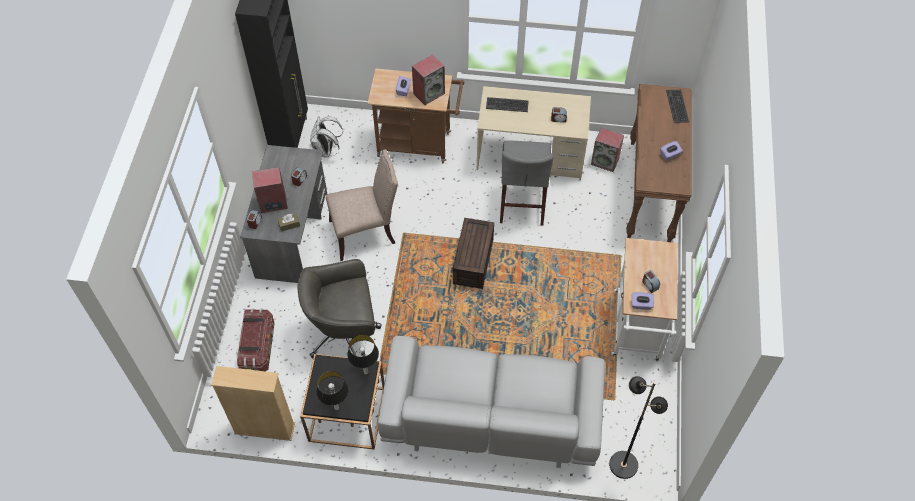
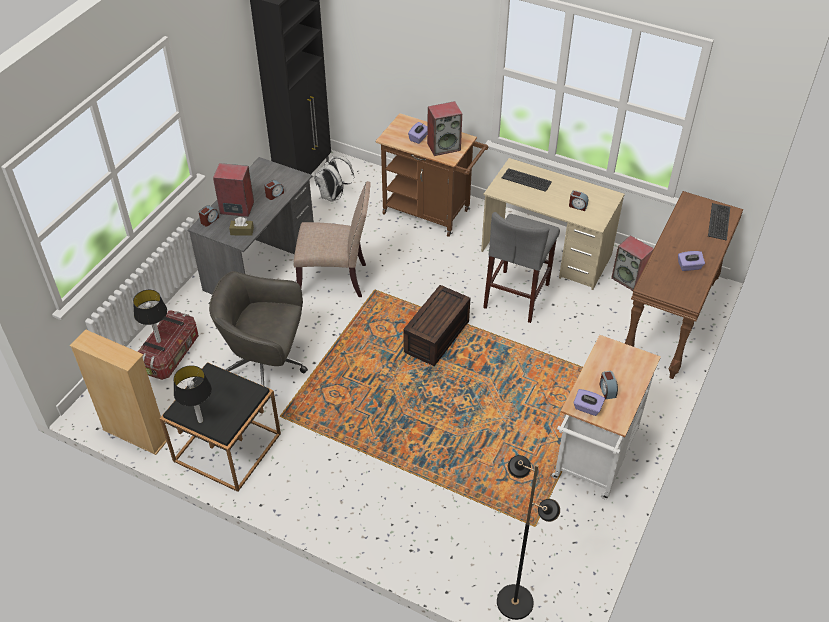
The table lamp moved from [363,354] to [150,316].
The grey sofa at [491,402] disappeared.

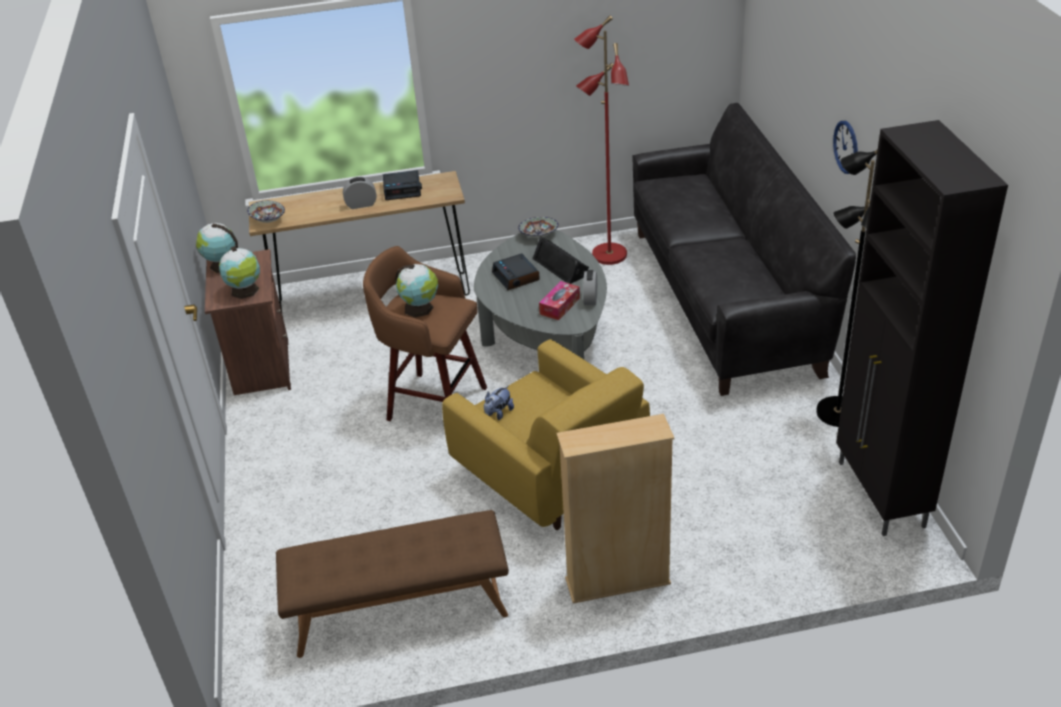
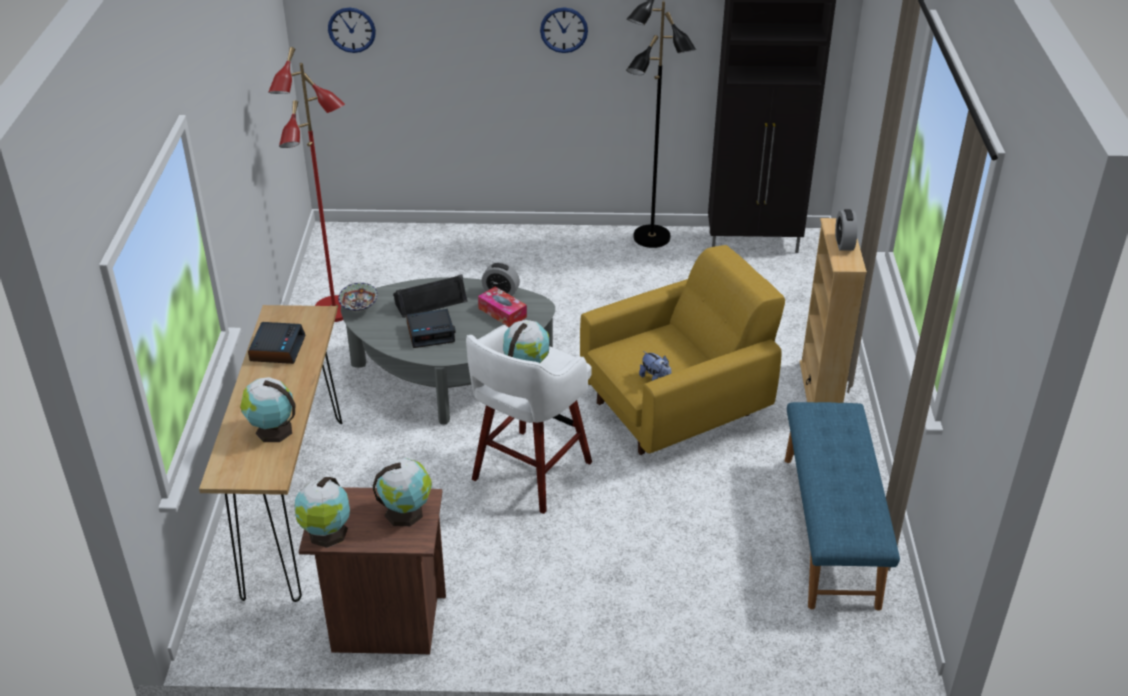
The globe at [267,409] appeared.
The wall clock at [352,30] appeared.
The brown stool at [425,333] became the white stool at [529,419].
The brown bench at [392,584] became the blue bench at [842,506].
The alarm clock moved from [359,193] to [846,229].
The bowl at [266,212] disappeared.
The black sofa at [744,249] disappeared.

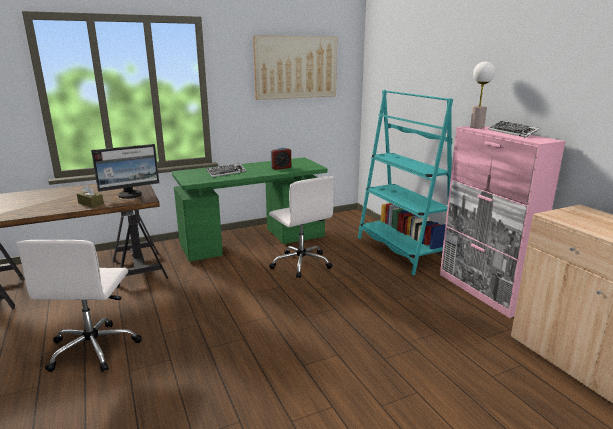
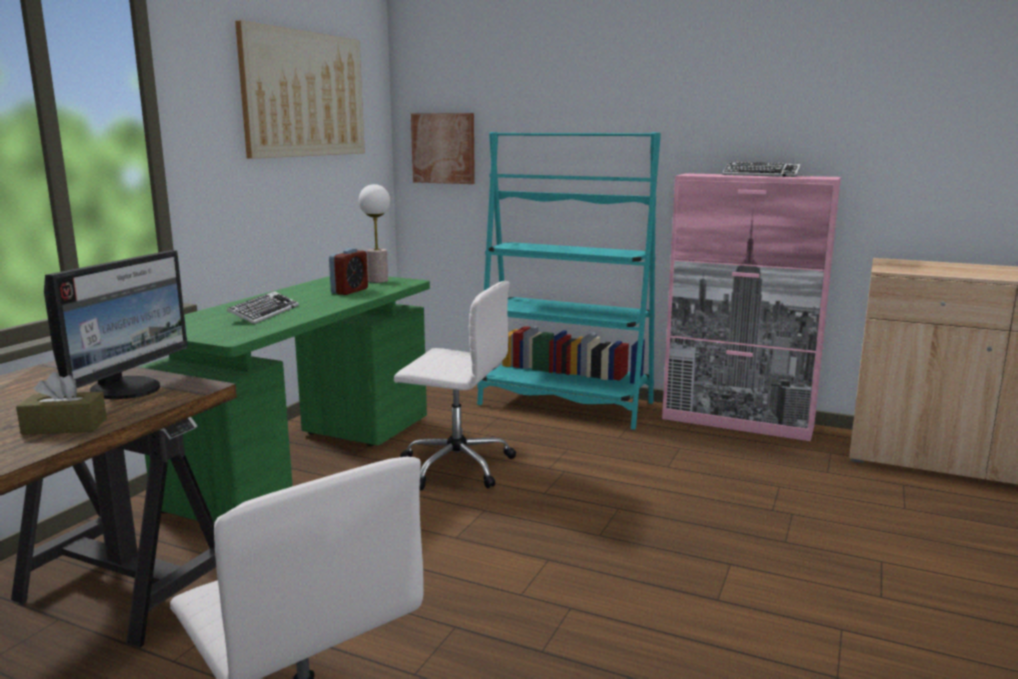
The table lamp moved from [482,95] to [374,233].
The picture at [443,148] appeared.

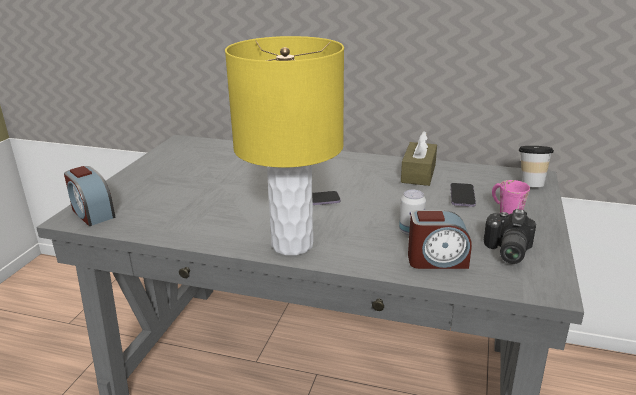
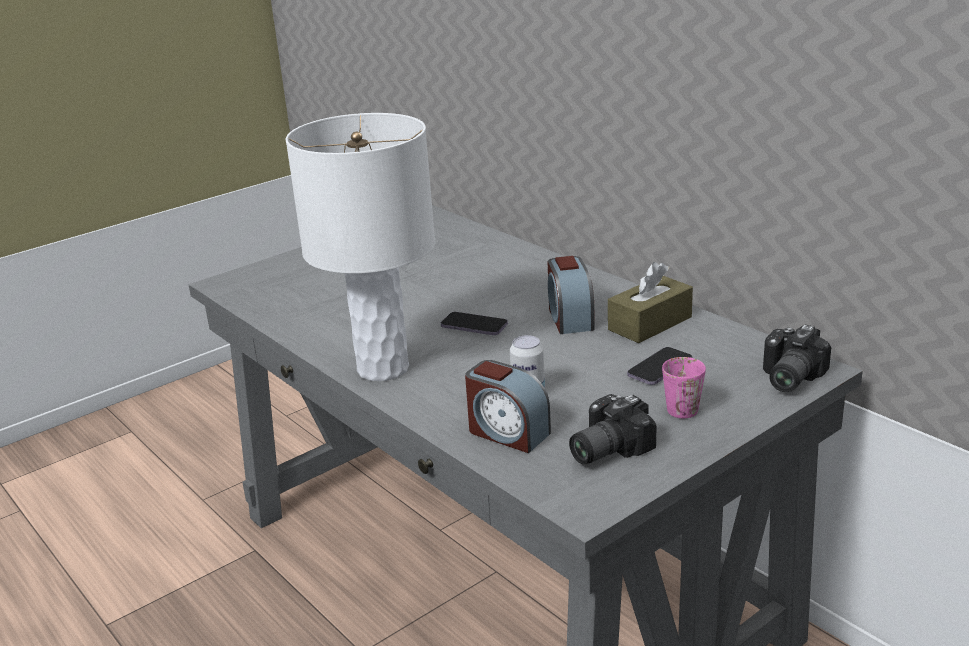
The yellow table lamp at [284,145] became the white table lamp at [360,247].
The alarm clock moved from [89,196] to [571,295].
The cup at [536,166] was replaced by the photo camera at [797,358].

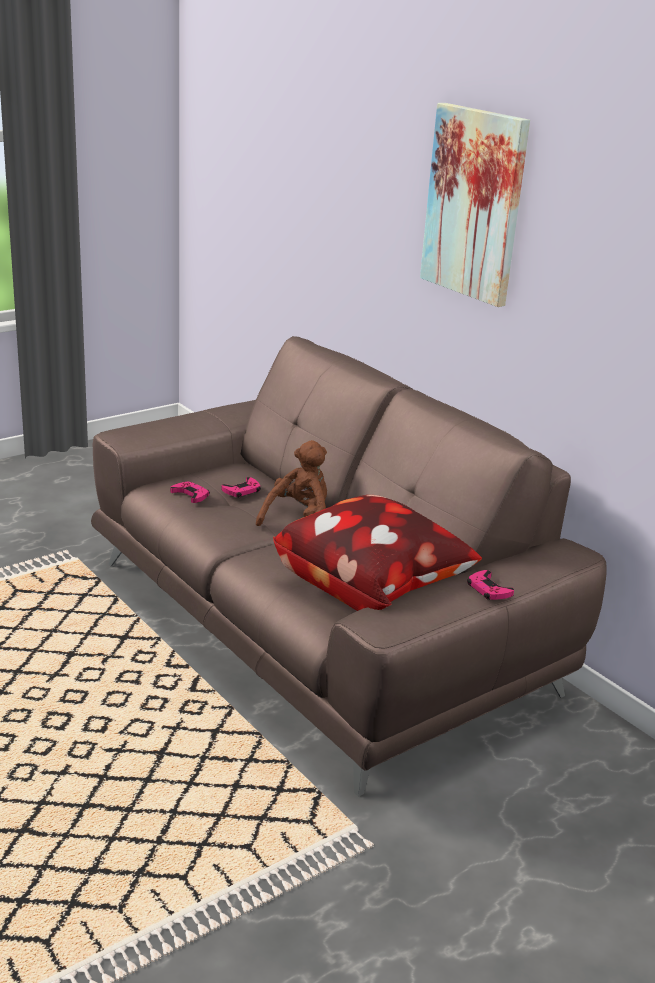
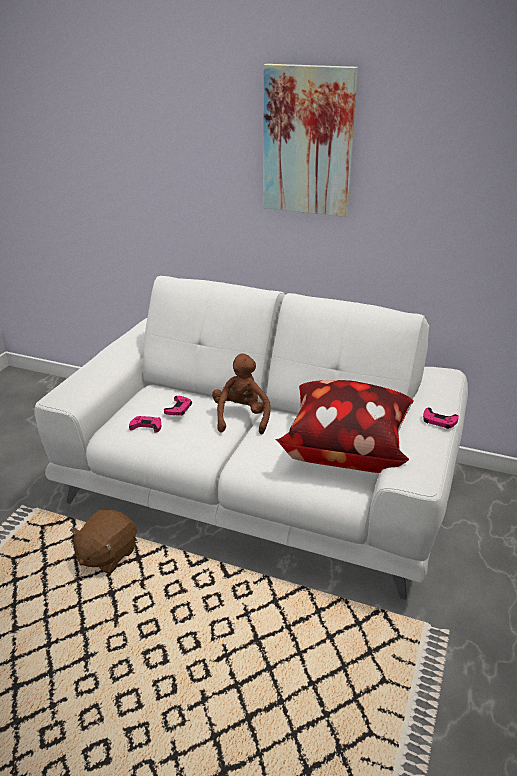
The brown sofa at [349,566] became the white sofa at [251,438].
The brown plush toy at [103,542] appeared.

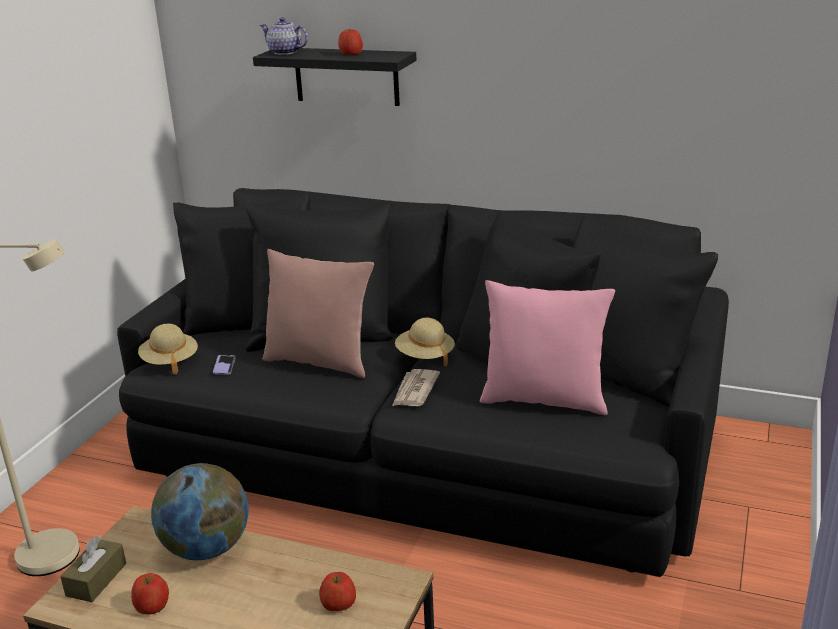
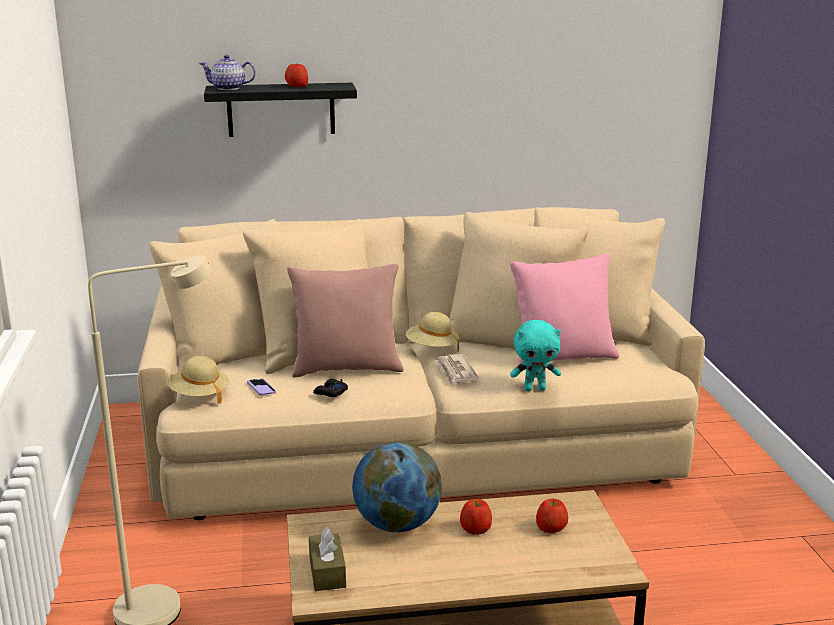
The black sofa at [423,382] became the beige sofa at [421,363].
The black game controller at [330,388] appeared.
The apple moved from [150,594] to [476,517].
The turquoise plush toy at [535,355] appeared.

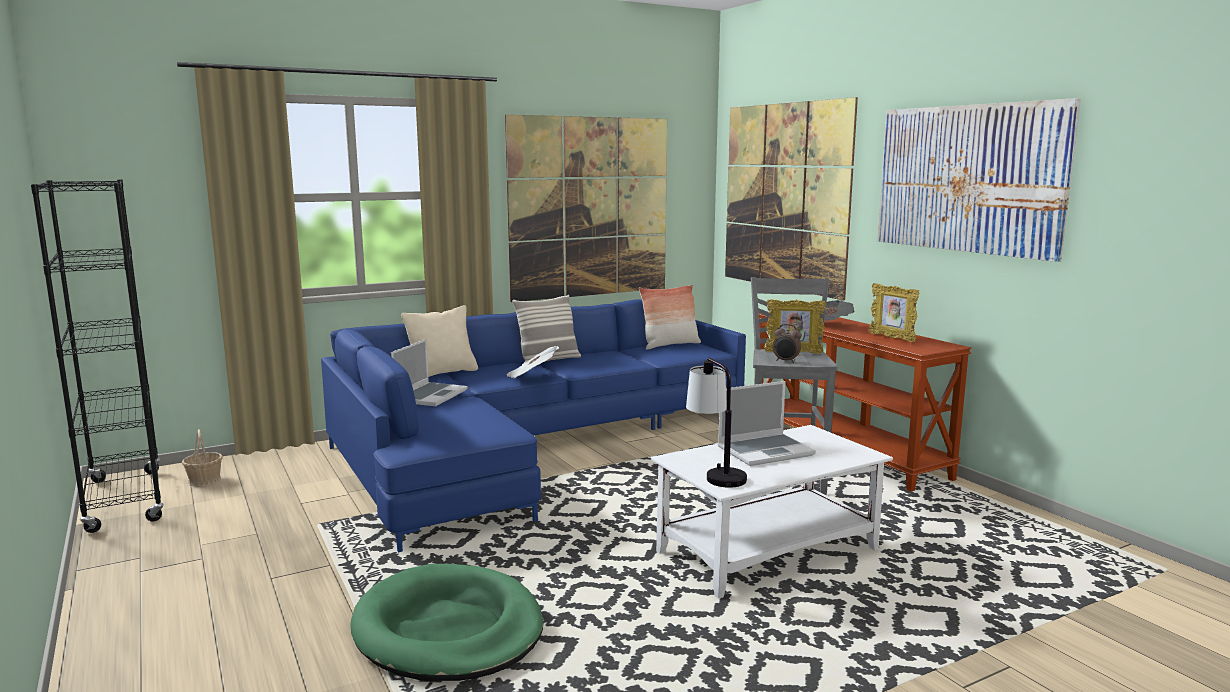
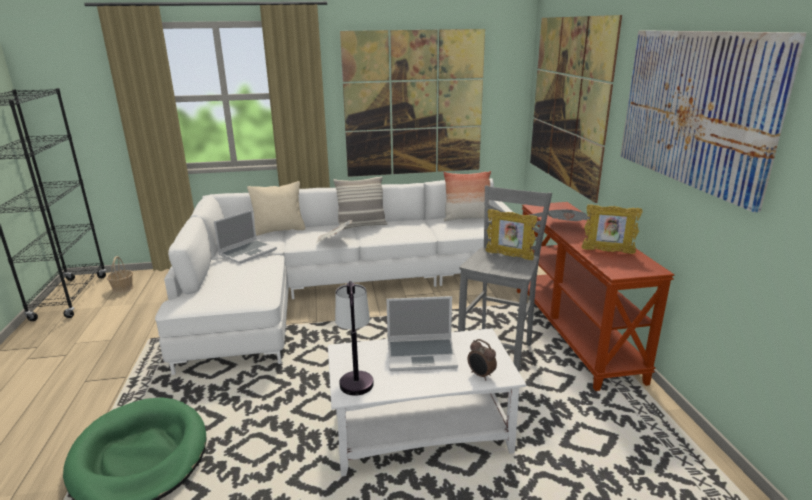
The blue sofa at [533,426] became the white sofa at [334,276].
The alarm clock moved from [787,343] to [482,359].
The picture frame at [894,312] turned 60 degrees counterclockwise.

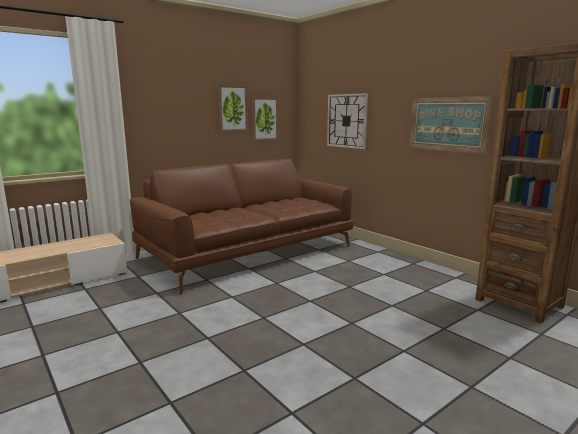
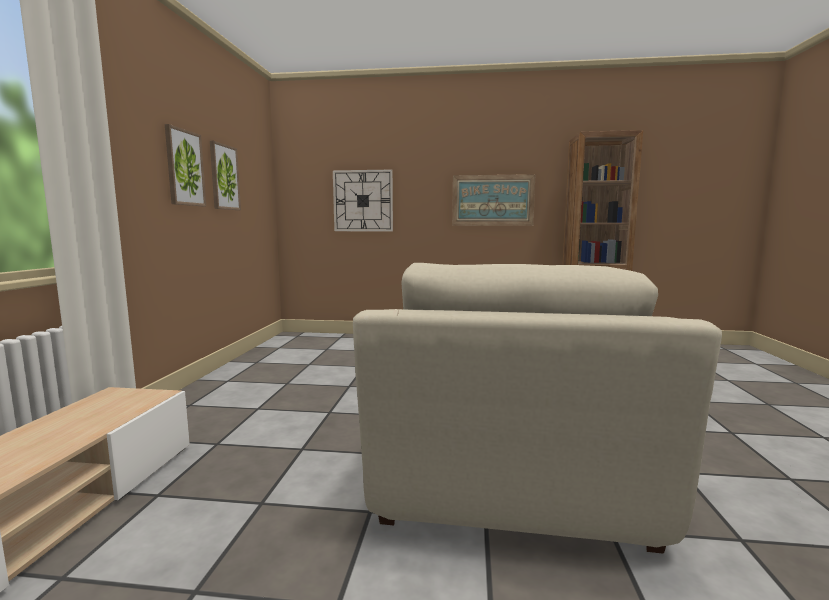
The picture moved from [265,119] to [185,165].
The beige armchair at [537,408] appeared.
The brown sofa at [242,227] disappeared.

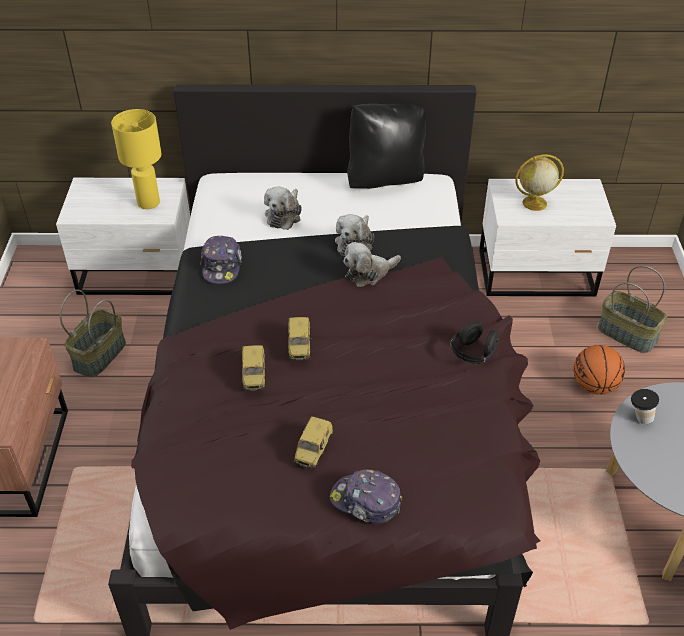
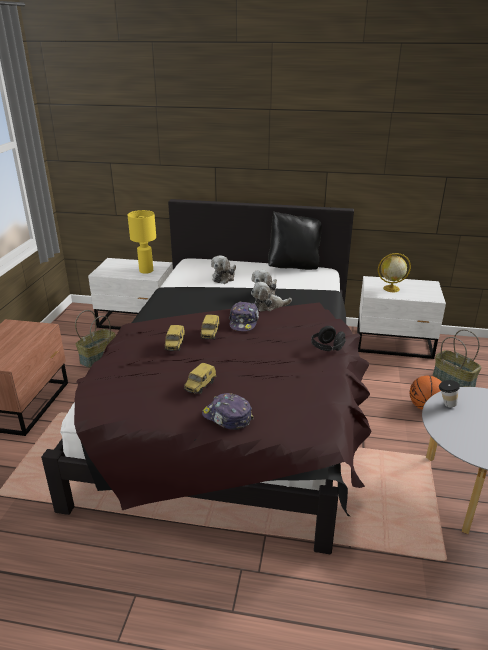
The cap moved from [221,260] to [244,316].

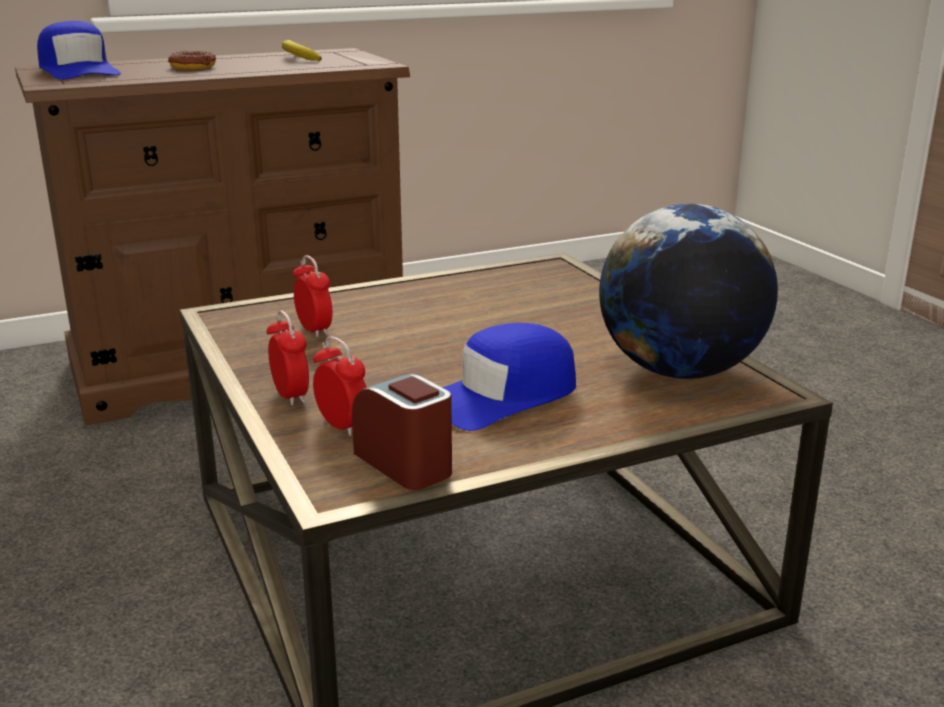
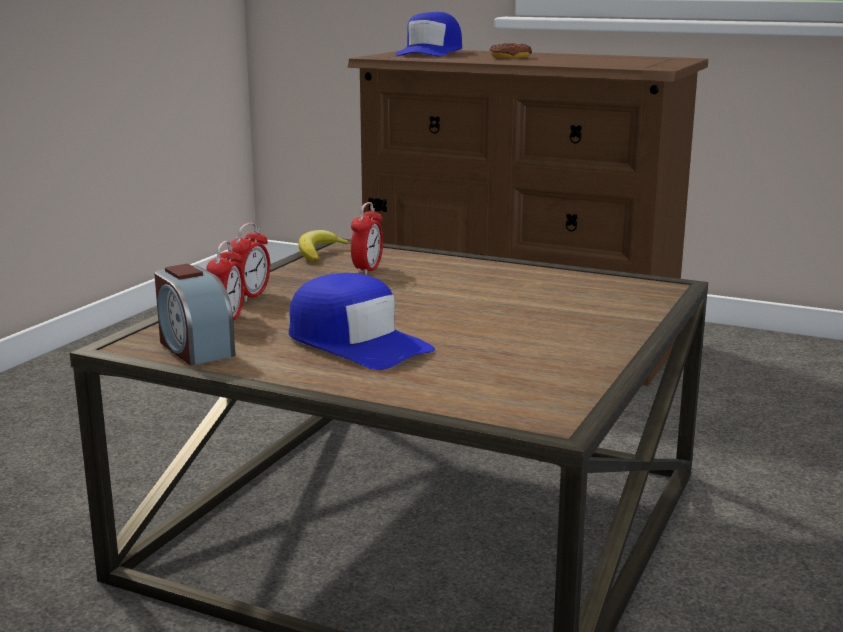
The alarm clock at [402,432] turned 135 degrees clockwise.
The blue cap at [509,377] turned 150 degrees counterclockwise.
The banana moved from [302,50] to [324,246].
The globe at [688,291] disappeared.

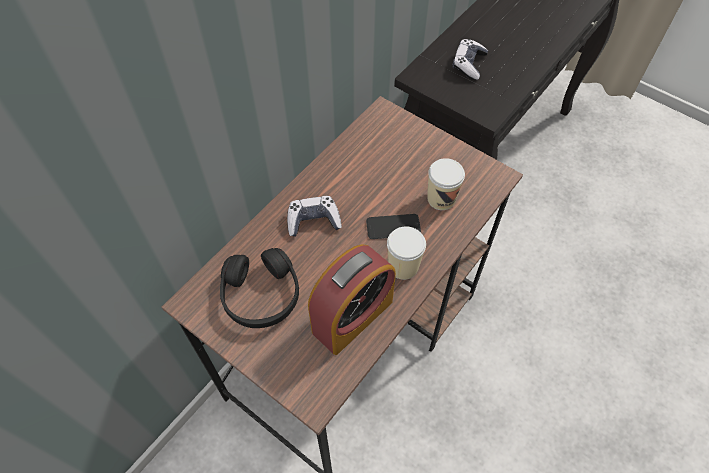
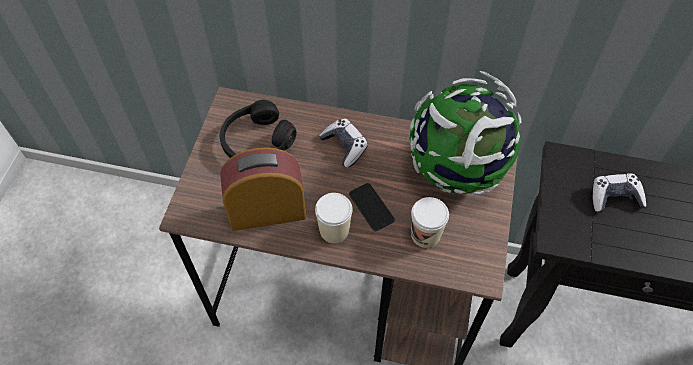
The alarm clock at [352,299] turned 150 degrees clockwise.
The globe at [465,133] appeared.

